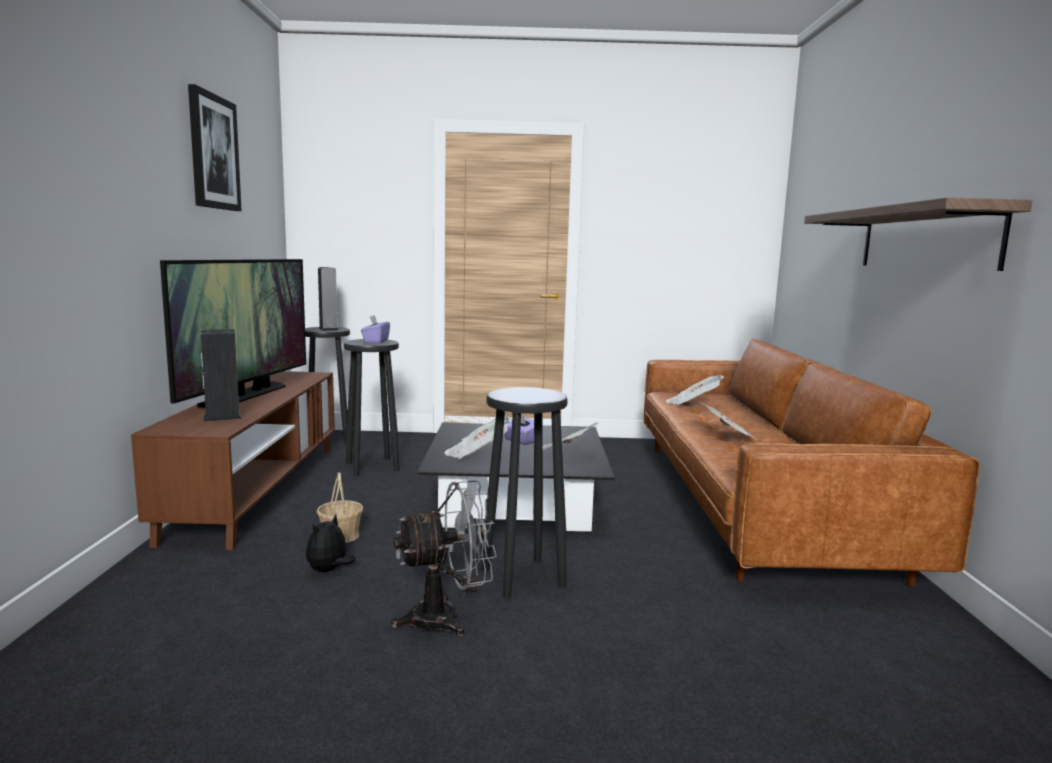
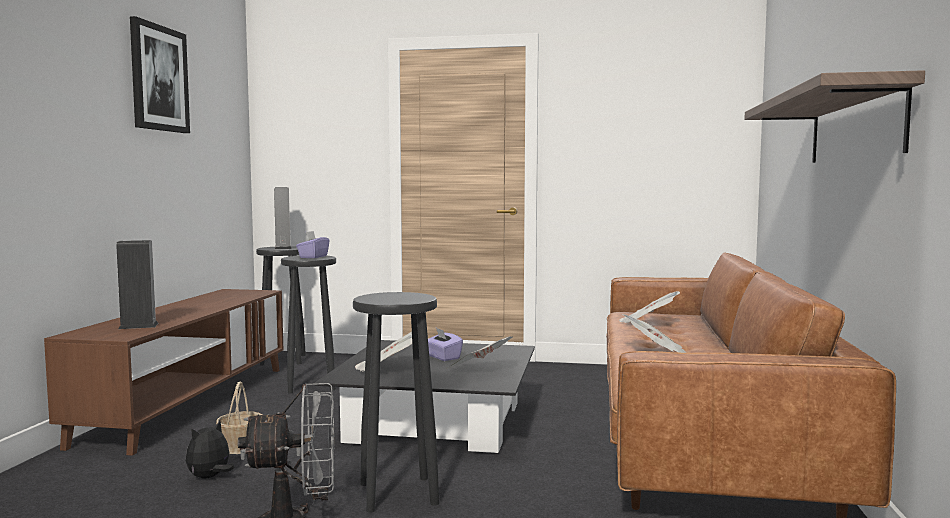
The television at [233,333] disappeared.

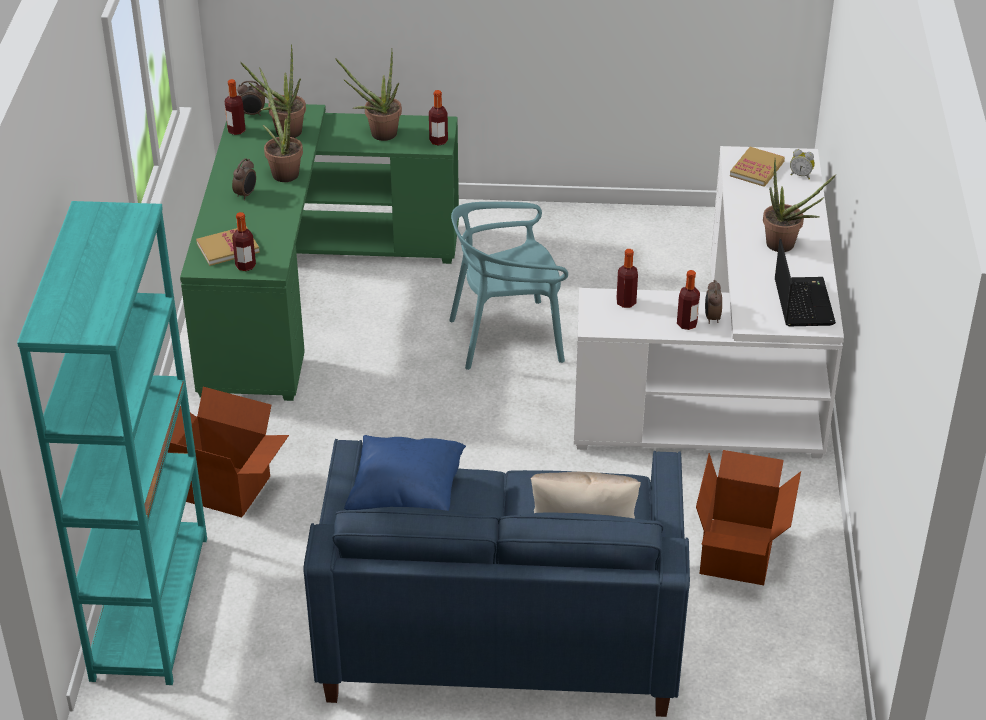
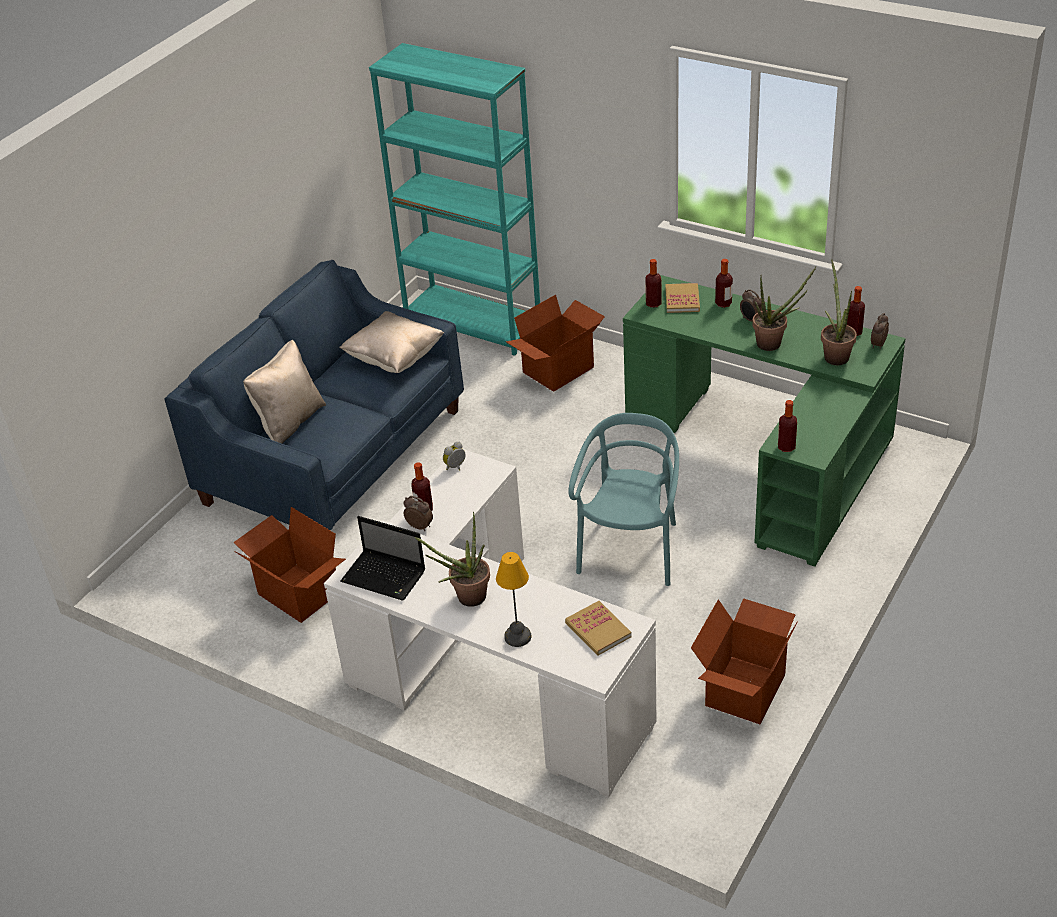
The blue pillow at [405,473] became the beige pillow at [392,342].
The alarm clock moved from [802,164] to [454,456].
The table lamp at [513,599] appeared.
The cardboard box at [744,661] appeared.
The bottle moved from [627,278] to [724,283].
The potted plant at [368,94] disappeared.

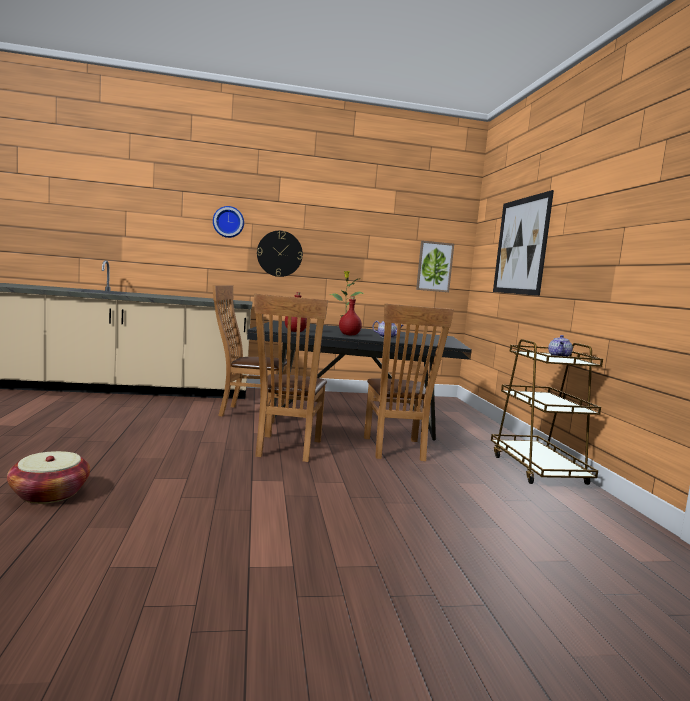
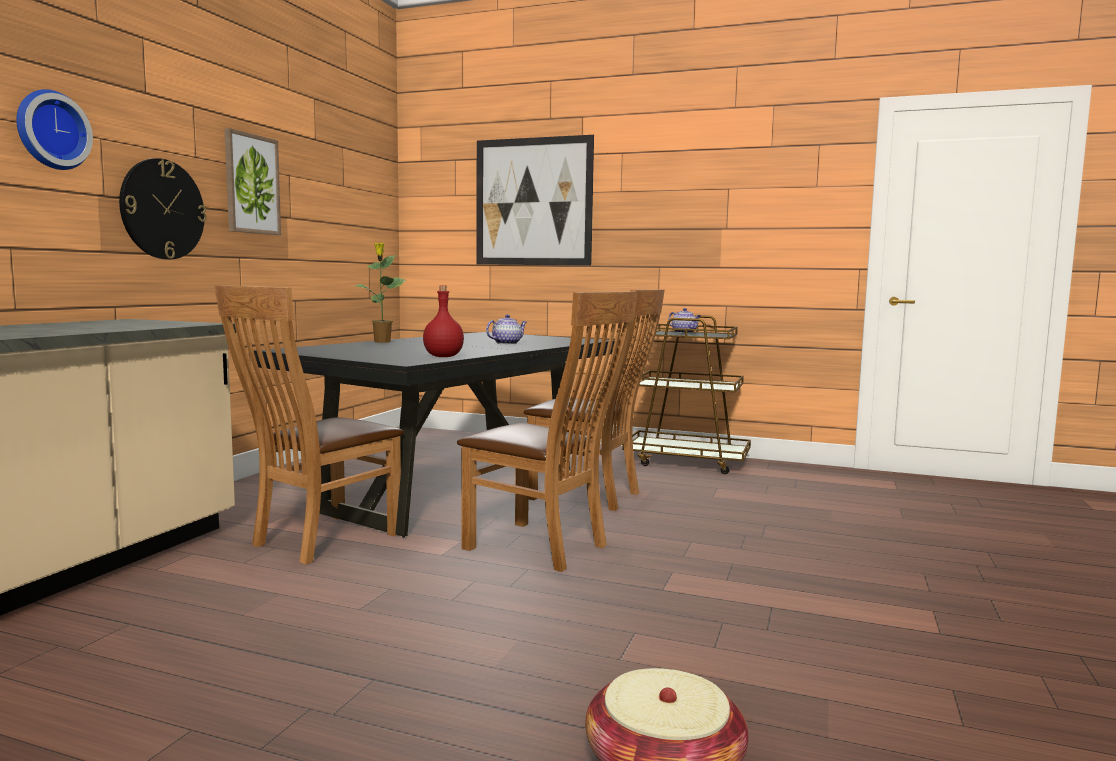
The picture moved from [435,266] to [253,181].
The red bottle at [350,315] disappeared.

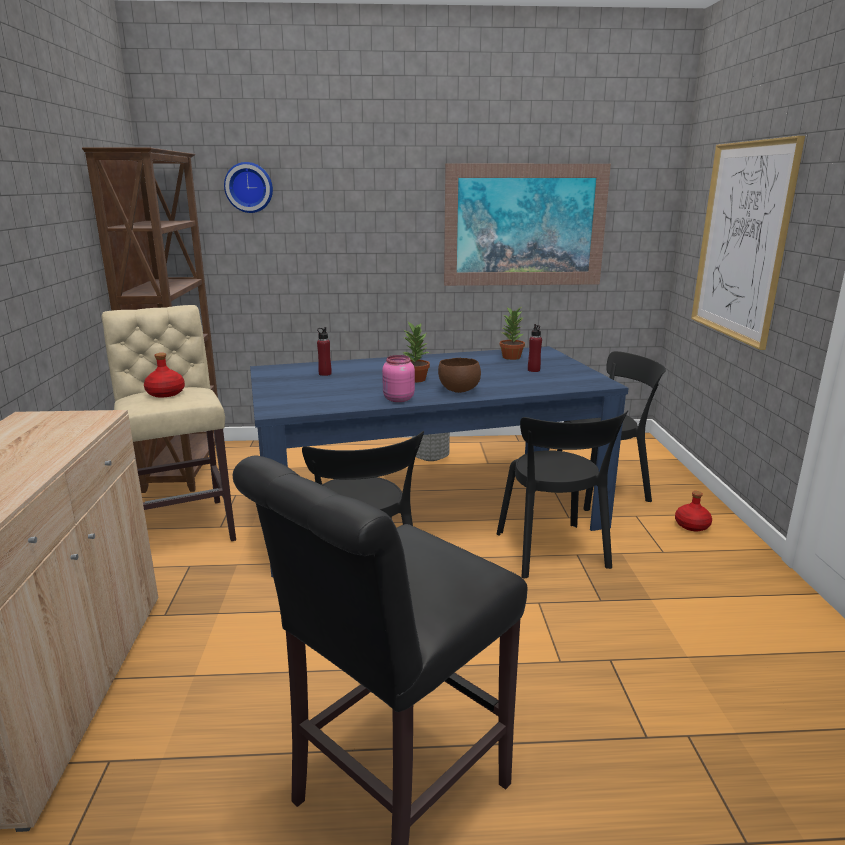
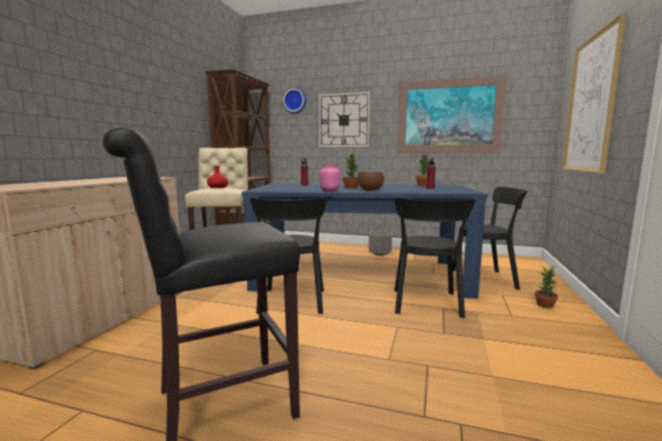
The wall clock at [344,119] appeared.
The red bottle at [693,511] was replaced by the potted plant at [546,287].

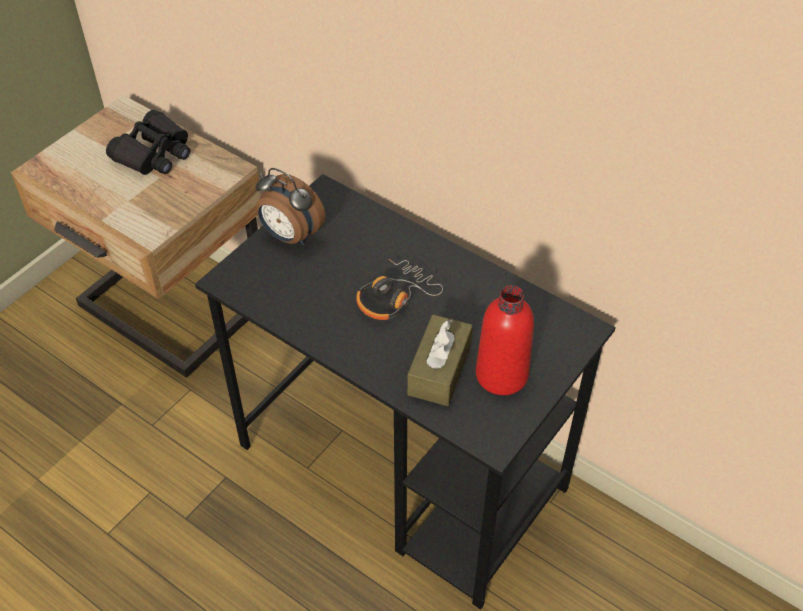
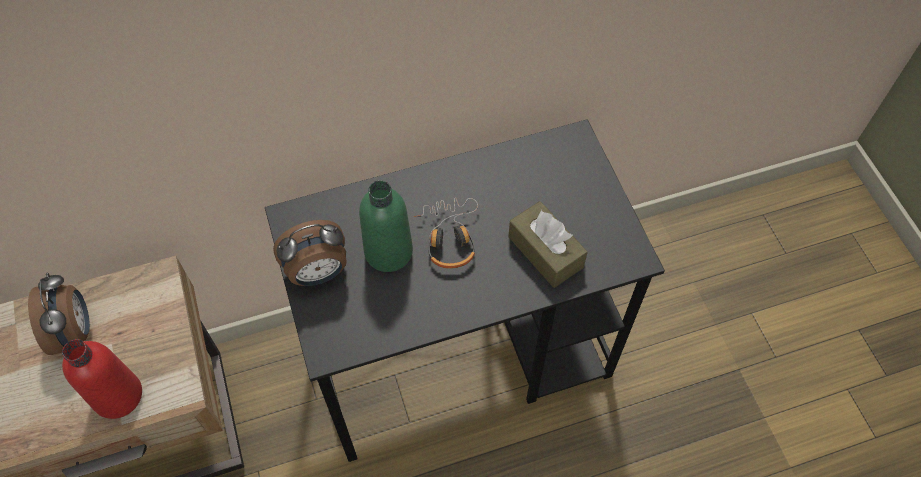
The black binoculars at [148,142] was replaced by the alarm clock at [59,314].
The red bottle moved from [505,340] to [102,379].
The green bottle at [386,226] appeared.

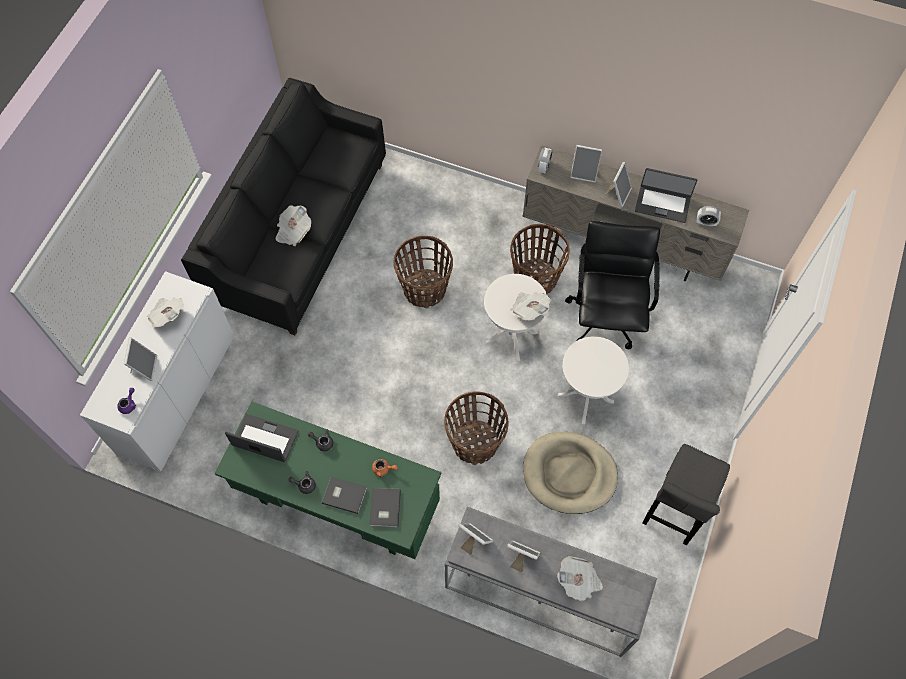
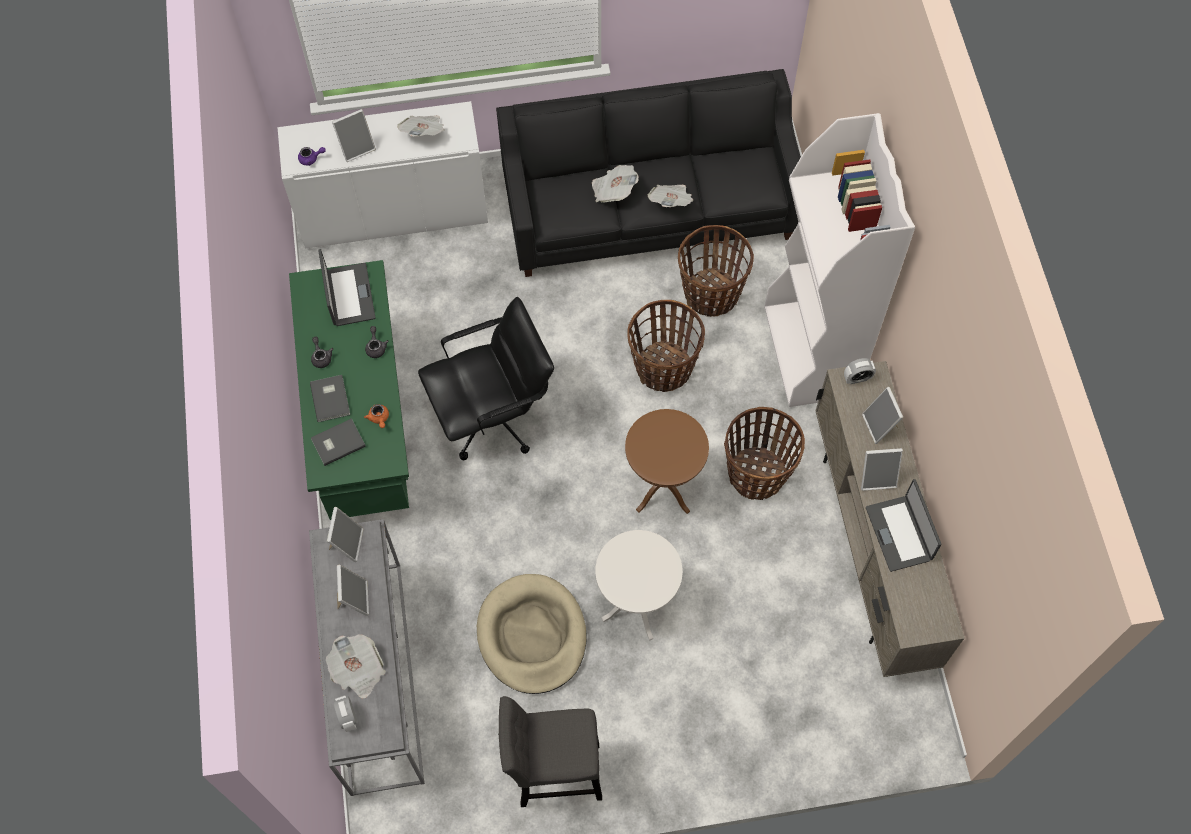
The alarm clock moved from [708,216] to [345,713].
The black office chair moved from [612,285] to [486,378].
The white side table at [515,318] became the brown side table at [667,461].
The newspaper moved from [531,306] to [670,195].
The basket moved from [476,428] to [716,271].
The white bookcase at [839,260] appeared.

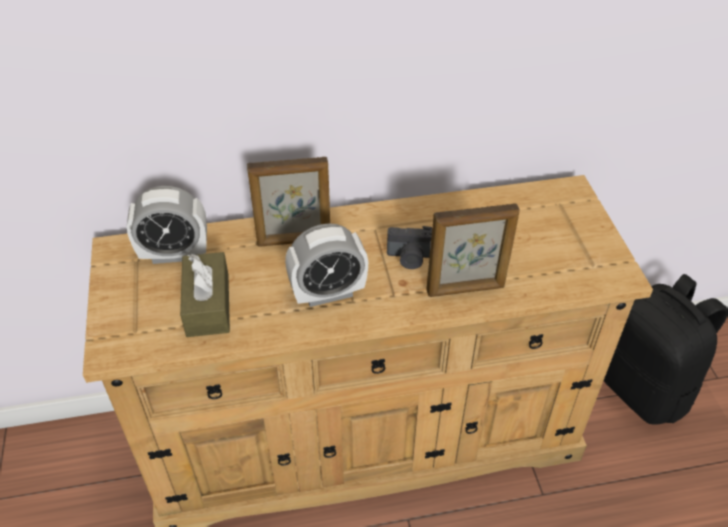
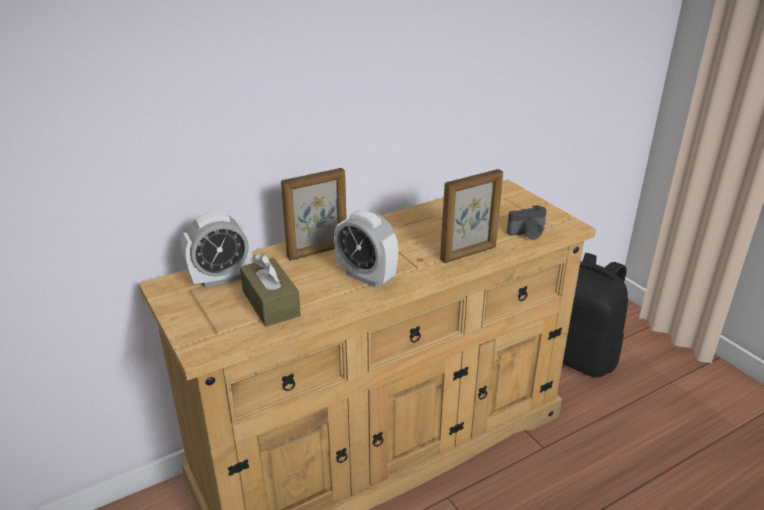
The alarm clock at [326,265] turned 75 degrees clockwise.
The photo camera moved from [409,247] to [527,222].

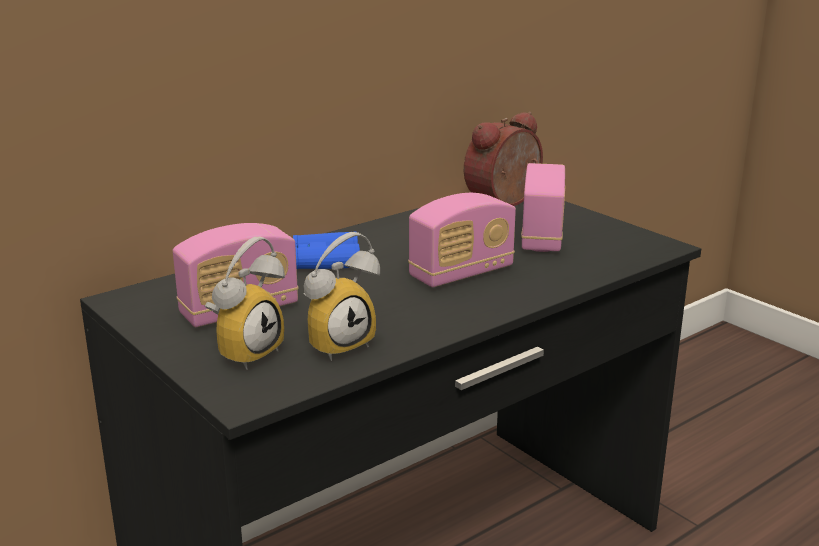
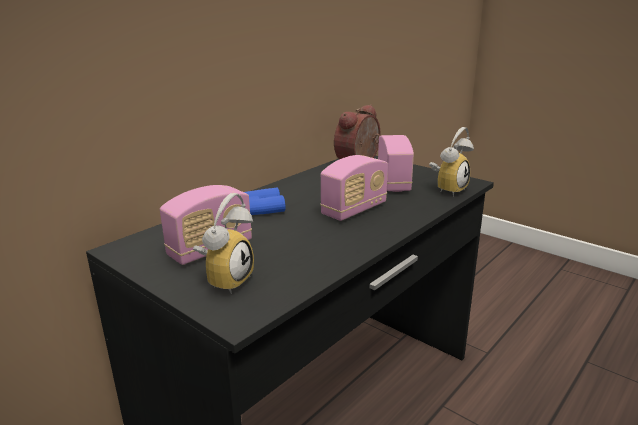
The alarm clock moved from [342,296] to [451,161].

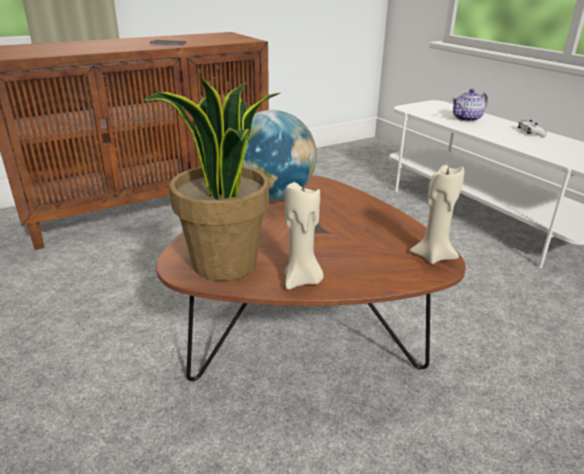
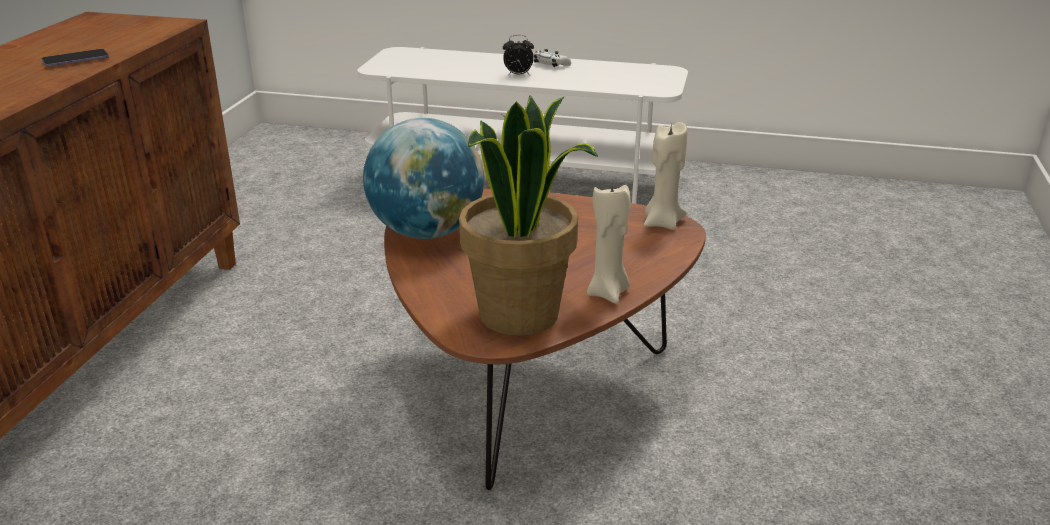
The alarm clock at [518,55] appeared.
The teapot at [470,105] disappeared.

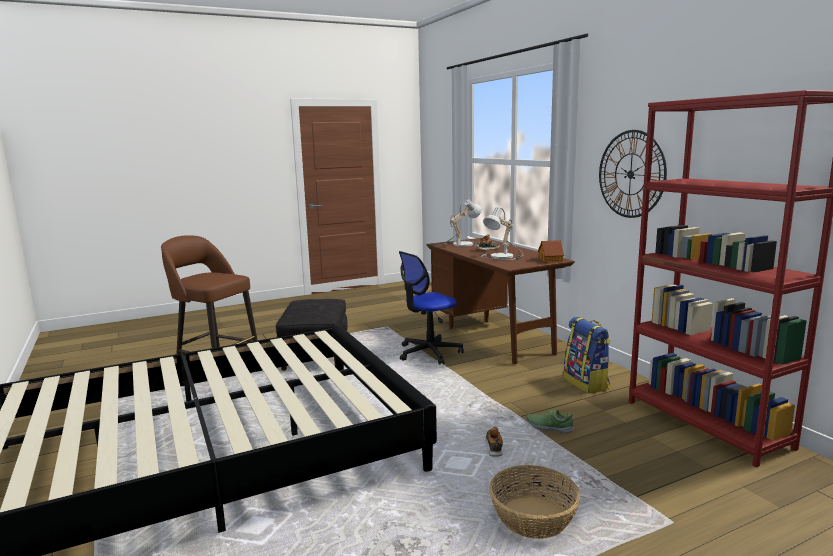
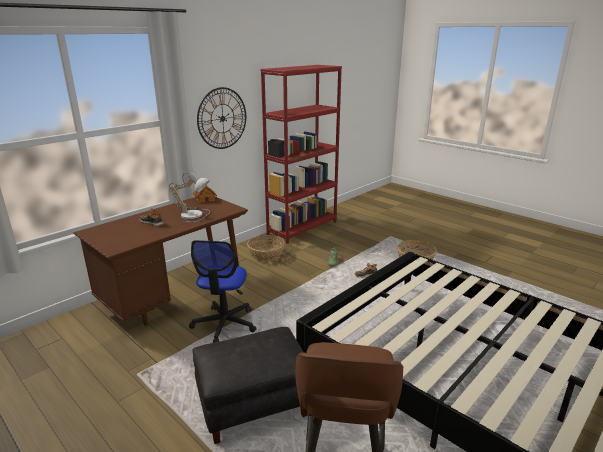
The office chair at [431,308] turned 60 degrees clockwise.
The backpack at [587,355] was replaced by the basket at [266,248].
The table lamp at [463,223] disappeared.

